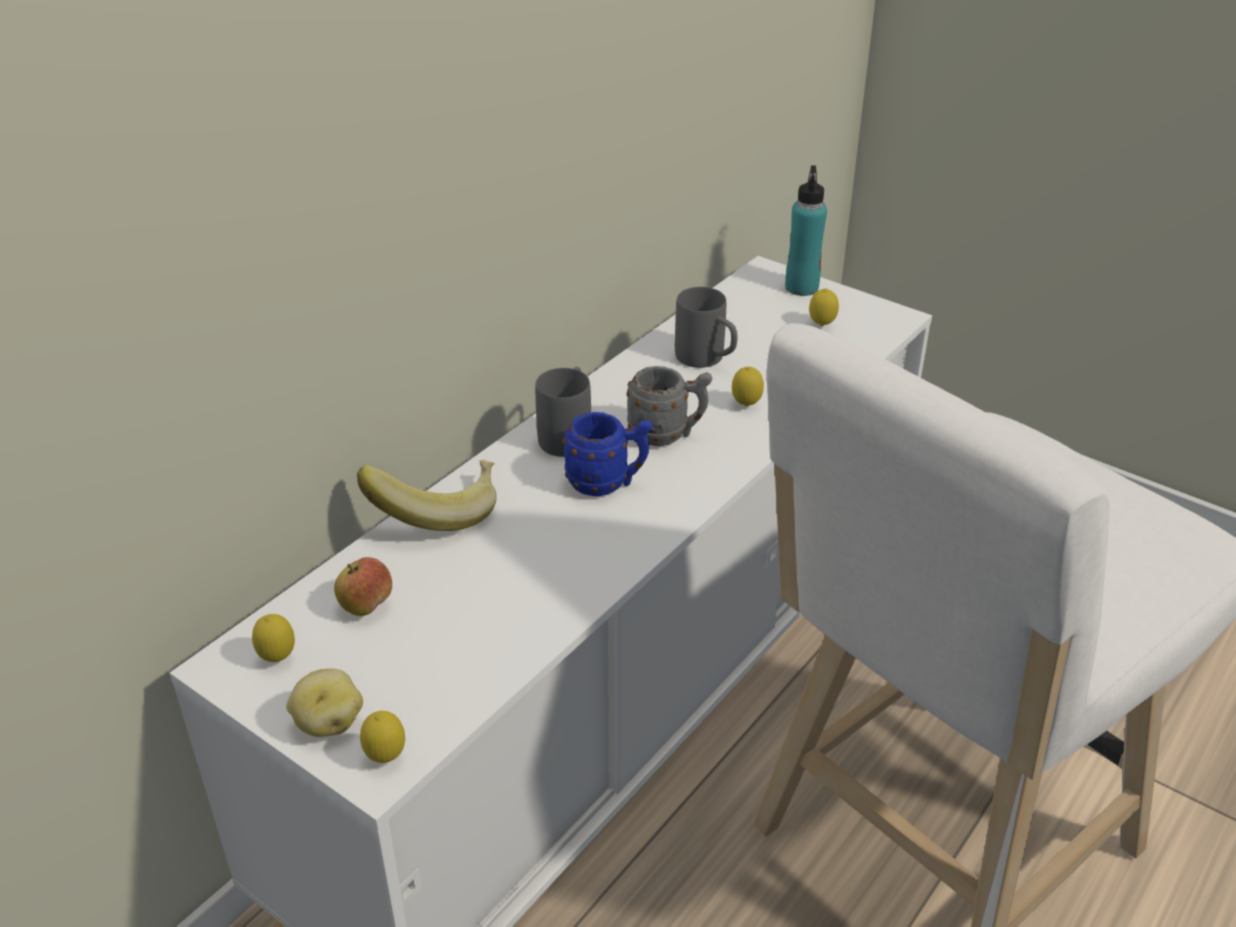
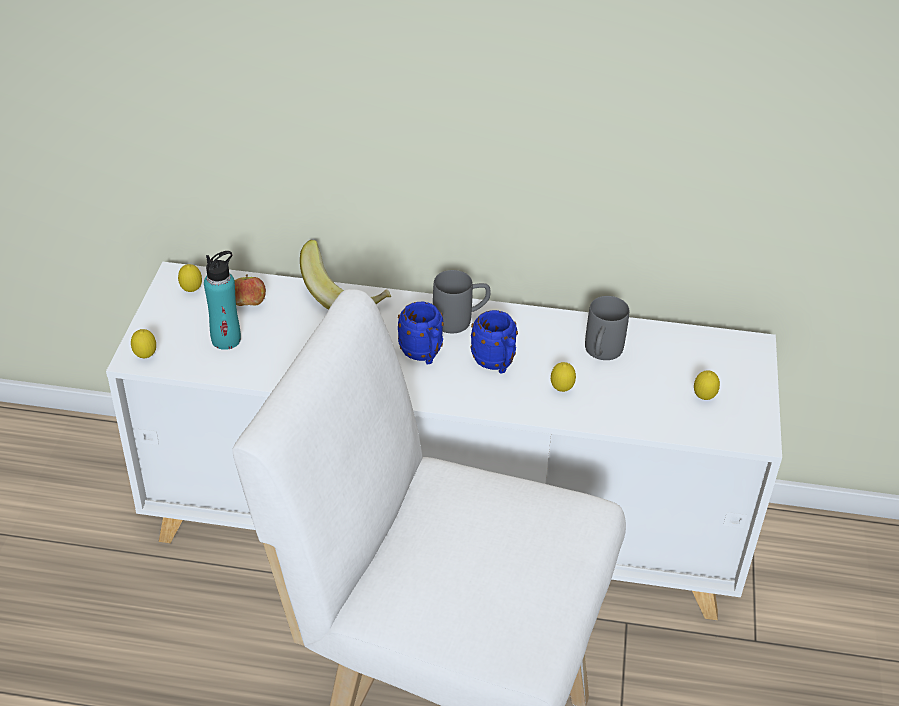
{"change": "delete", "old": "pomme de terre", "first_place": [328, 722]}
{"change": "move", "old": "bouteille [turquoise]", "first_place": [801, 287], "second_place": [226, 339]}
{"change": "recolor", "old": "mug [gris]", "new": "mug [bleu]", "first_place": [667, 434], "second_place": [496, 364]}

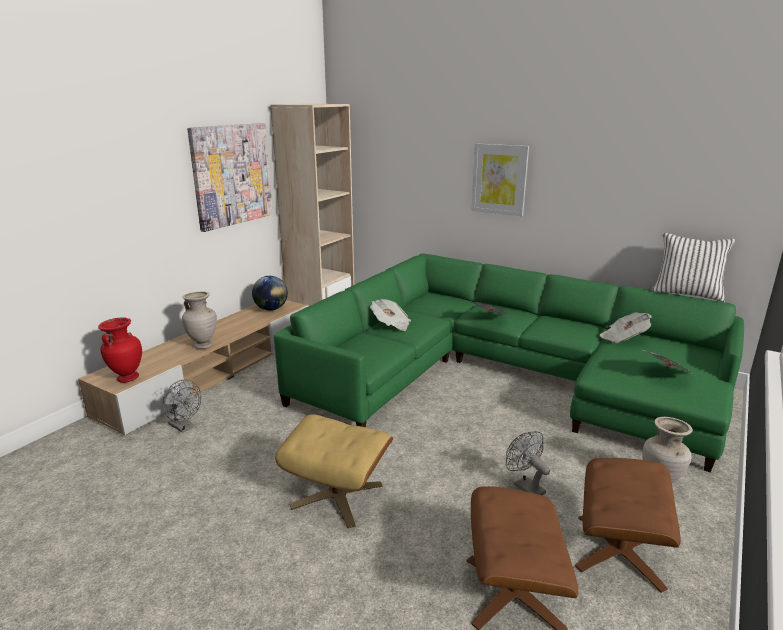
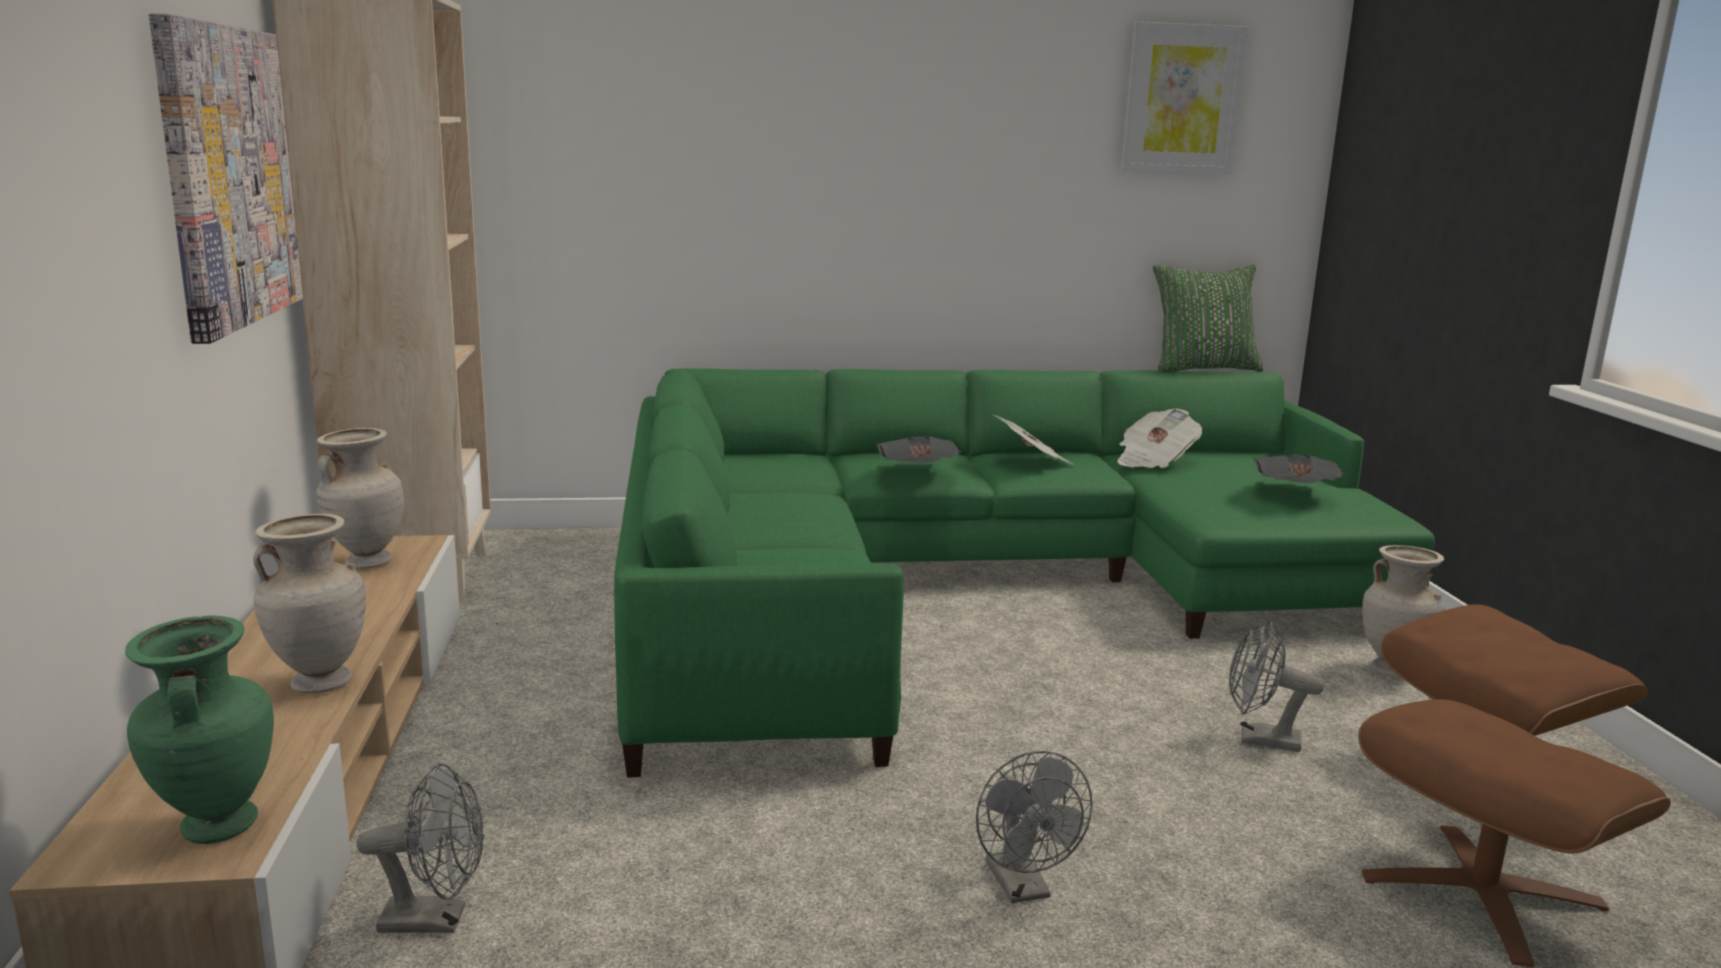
{"change": "move", "old": "journal", "first_place": [391, 324], "second_place": [1032, 462]}
{"change": "move", "old": "tableau", "first_place": [499, 179], "second_place": [1182, 99]}
{"change": "replace", "old": "globe", "new": "vase [beige]", "first_place": [271, 309], "second_place": [366, 563]}
{"change": "replace", "old": "pouf [beige]", "new": "ventilateur [gris]", "first_place": [337, 495], "second_place": [1023, 888]}
{"change": "recolor", "old": "vase [rouge]", "new": "vase [vert]", "first_place": [127, 378], "second_place": [216, 827]}
{"change": "recolor", "old": "coussin [blanc]", "new": "coussin [vert]", "first_place": [686, 293], "second_place": [1202, 368]}

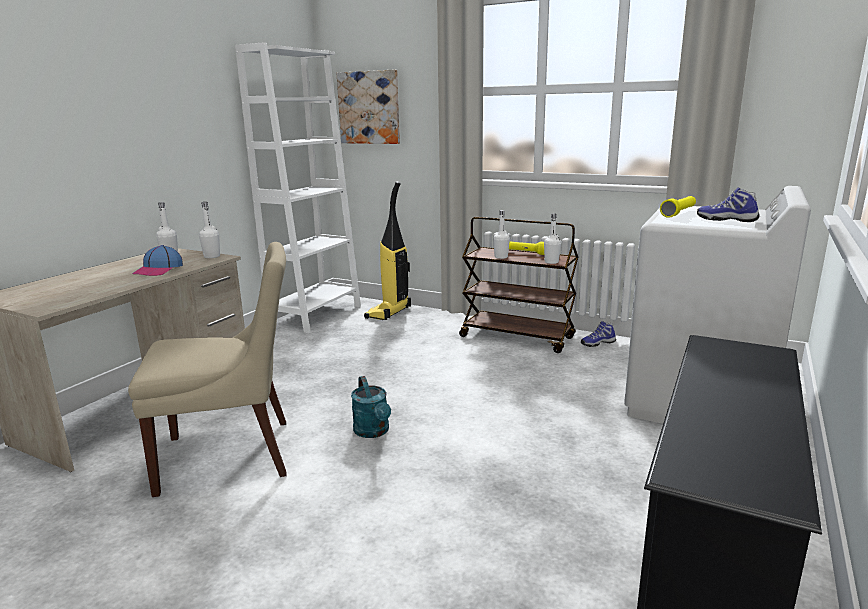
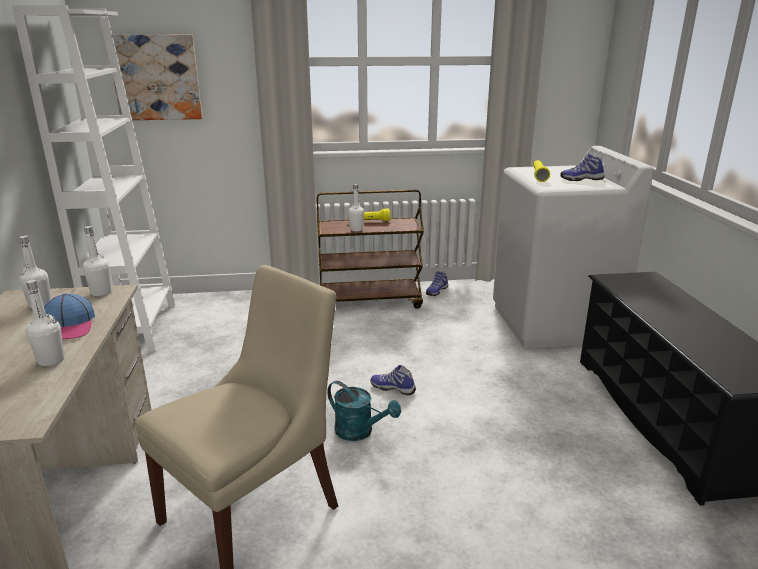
{"change": "delete", "old": "aspirateur", "first_place": [389, 313]}
{"change": "insert", "new": "chaussure", "second_place": [393, 388]}
{"change": "move", "old": "bouteille [blanc]", "first_place": [551, 262], "second_place": [51, 360]}

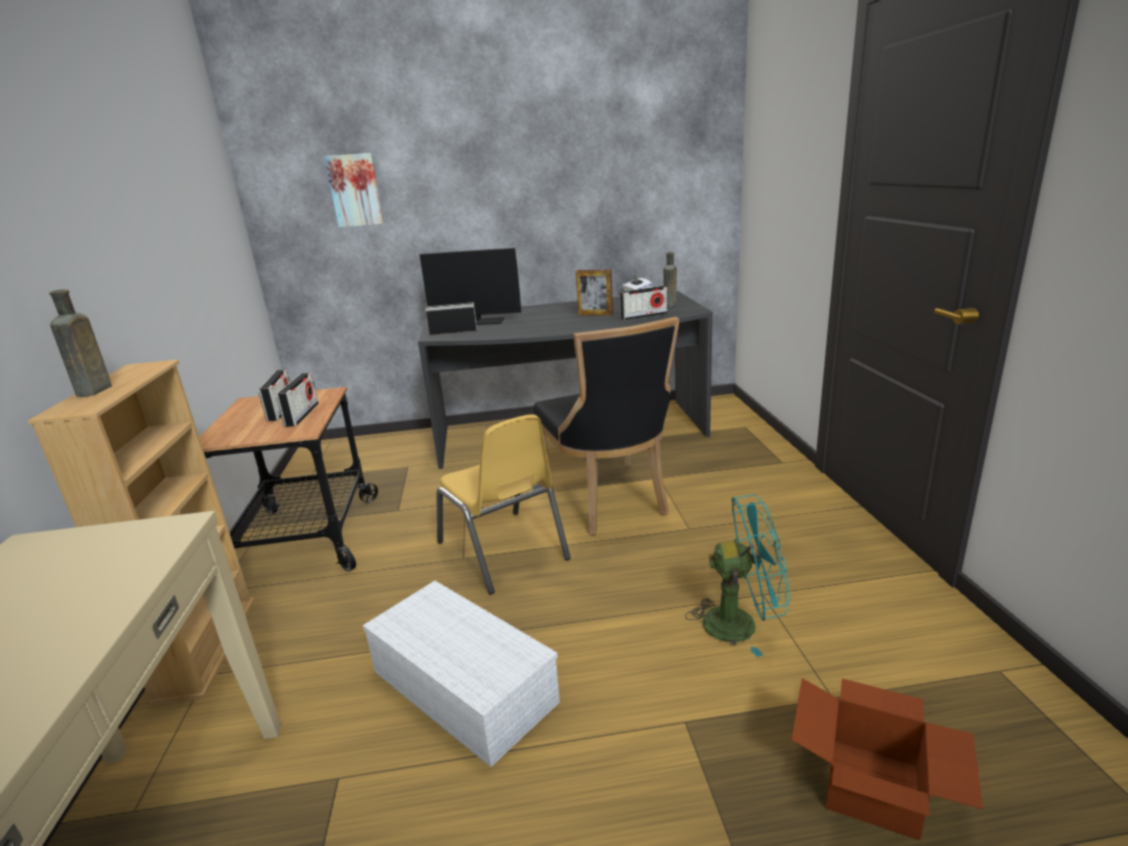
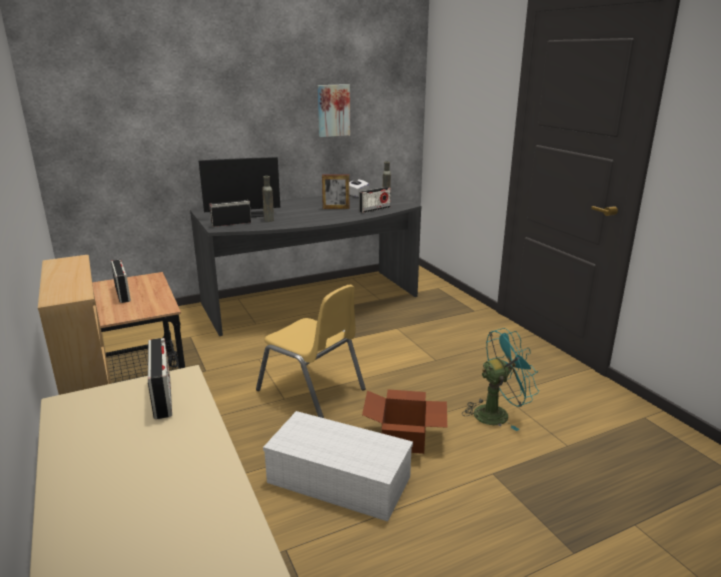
{"change": "delete", "old": "chaise [noir]", "first_place": [608, 501]}
{"change": "move", "old": "bouteille [marron]", "first_place": [93, 392], "second_place": [269, 219]}
{"change": "move", "old": "radio", "first_place": [302, 415], "second_place": [162, 396]}
{"change": "move", "old": "tableau", "first_place": [355, 190], "second_place": [333, 110]}
{"change": "move", "old": "carton", "first_place": [876, 790], "second_place": [405, 439]}

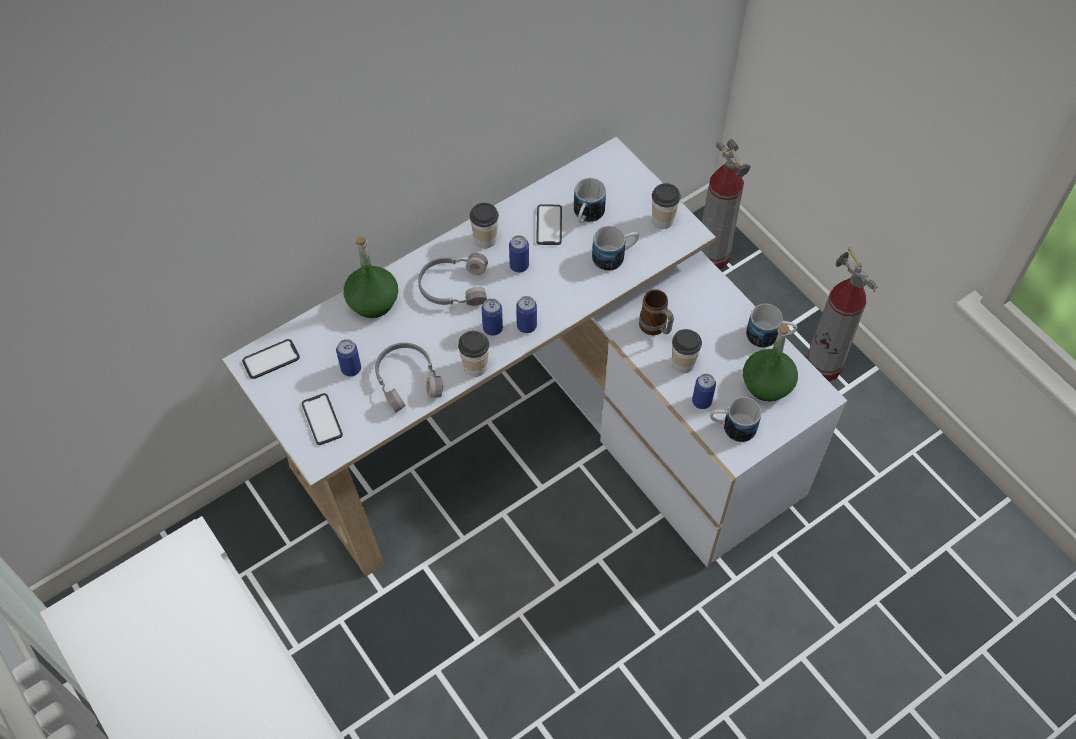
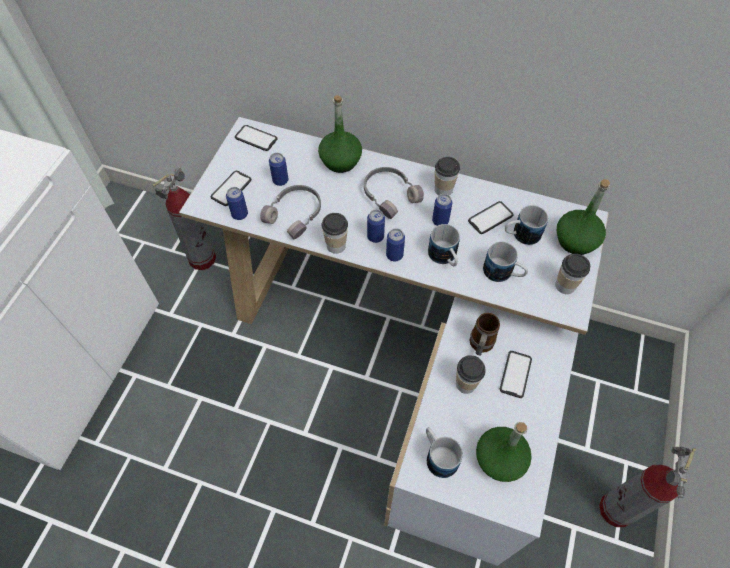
{"change": "insert", "new": "téléphone", "second_place": [515, 374]}
{"change": "insert", "new": "bouteille [vert]", "second_place": [576, 241]}
{"change": "move", "old": "boîte métallique", "first_place": [701, 401], "second_place": [240, 214]}
{"change": "move", "old": "extincteur", "first_place": [712, 256], "second_place": [202, 258]}
{"change": "move", "old": "mug", "first_place": [769, 336], "second_place": [444, 258]}

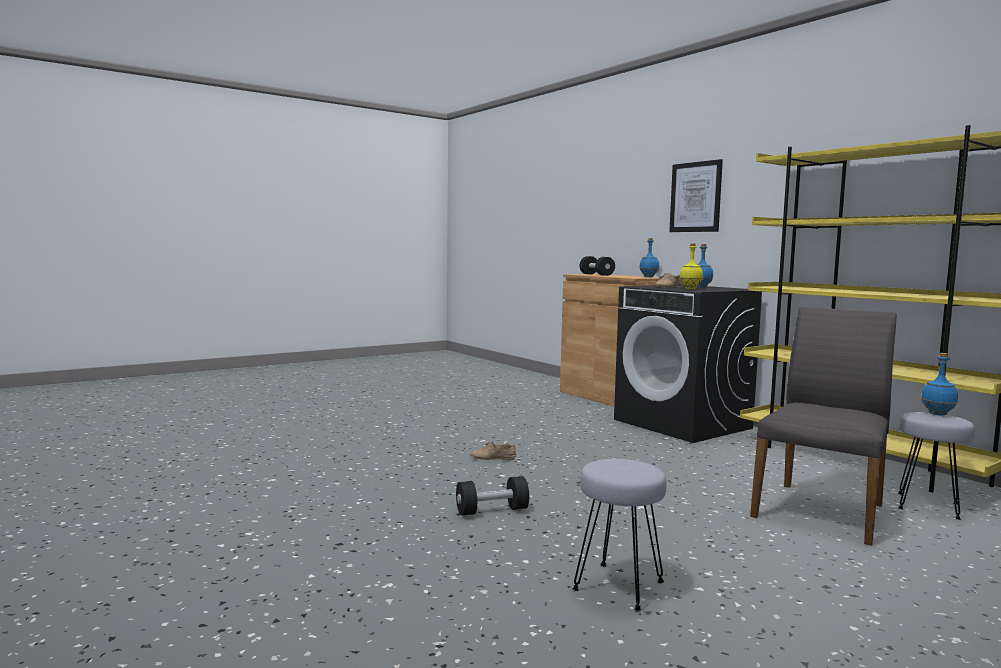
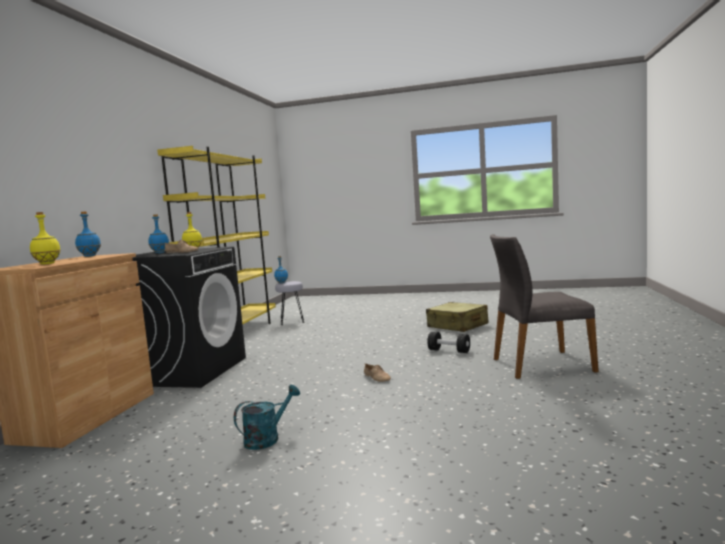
{"change": "delete", "old": "tableau", "first_place": [695, 197]}
{"change": "insert", "new": "arrosoir [turquoise]", "second_place": [267, 438]}
{"change": "move", "old": "chaise [gris]", "first_place": [821, 510], "second_place": [540, 364]}
{"change": "replace", "old": "tabouret [gris]", "new": "valise [beige]", "first_place": [618, 586], "second_place": [457, 326]}
{"change": "replace", "old": "haltère [noir]", "new": "bouteille [jaune]", "first_place": [596, 274], "second_place": [47, 263]}

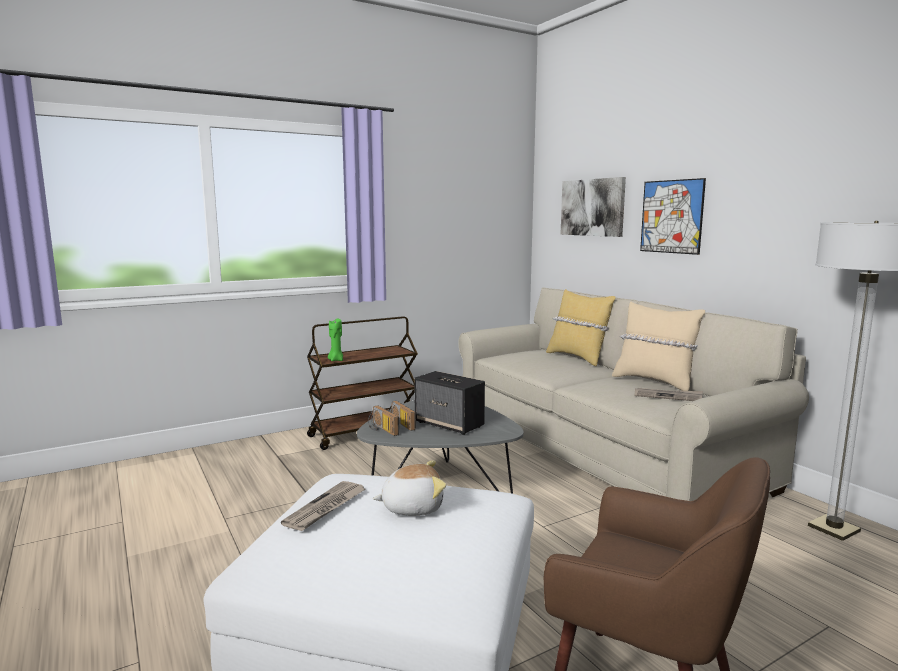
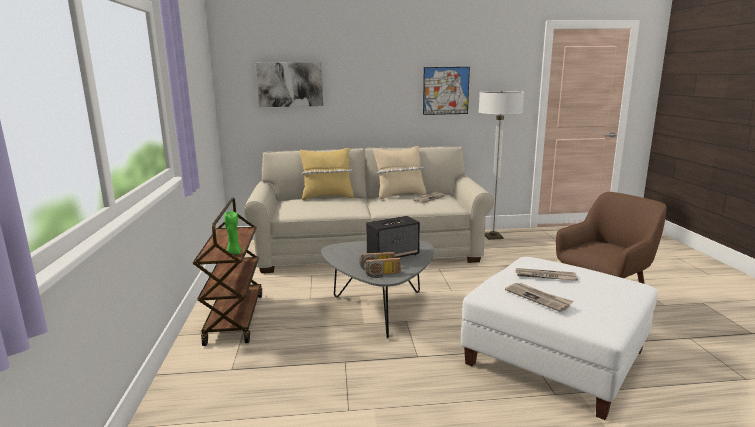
{"change": "move", "old": "tableau", "first_place": [671, 216], "second_place": [446, 90]}
{"change": "replace", "old": "peluche", "new": "journal", "first_place": [412, 507], "second_place": [545, 276]}

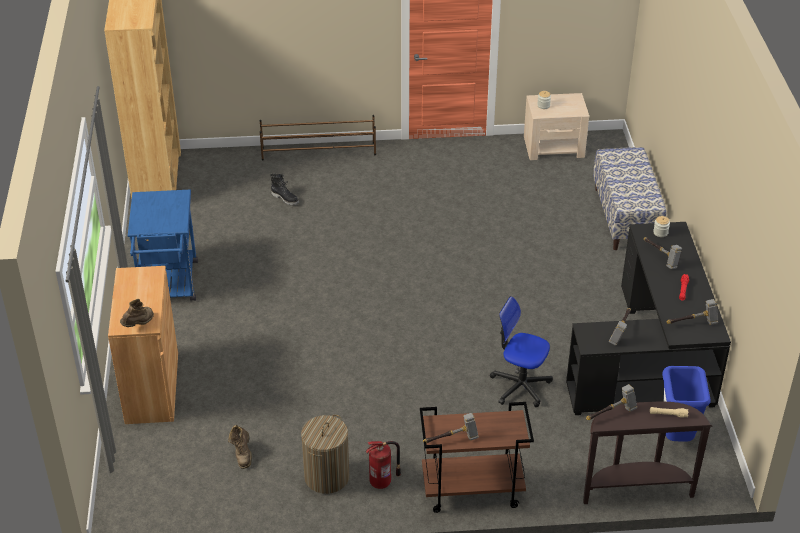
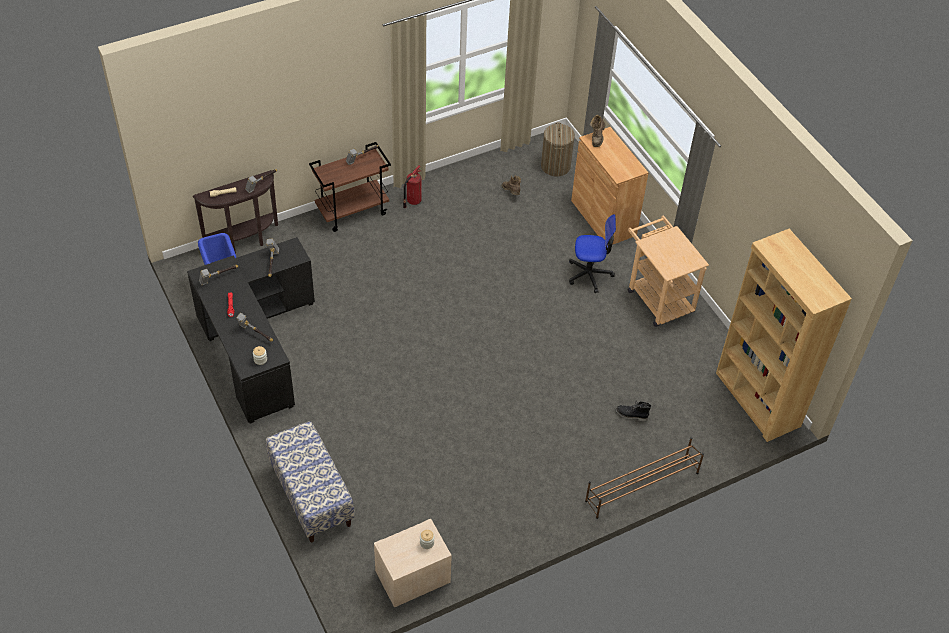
{"change": "move", "old": "panier à linge", "first_place": [326, 477], "second_place": [555, 166]}
{"change": "move", "old": "chaise de bureau", "first_place": [520, 386], "second_place": [589, 274]}
{"change": "recolor", "old": "chariot [bleu]", "new": "chariot [beige]", "first_place": [169, 287], "second_place": [657, 297]}

